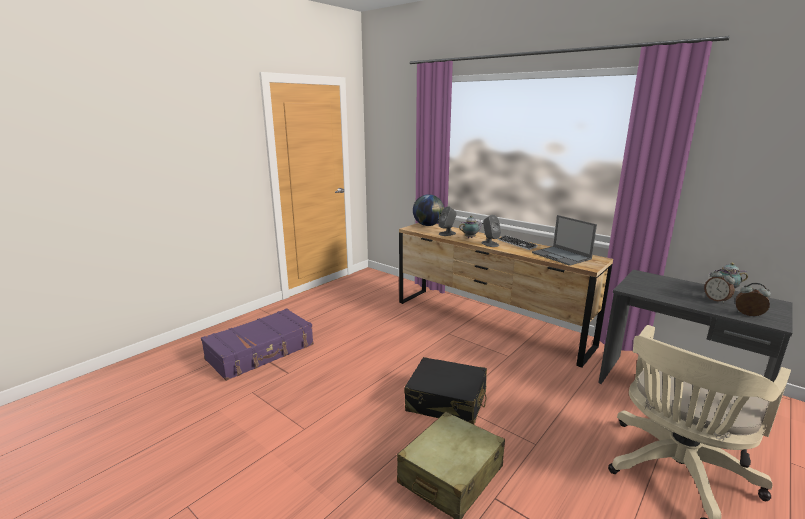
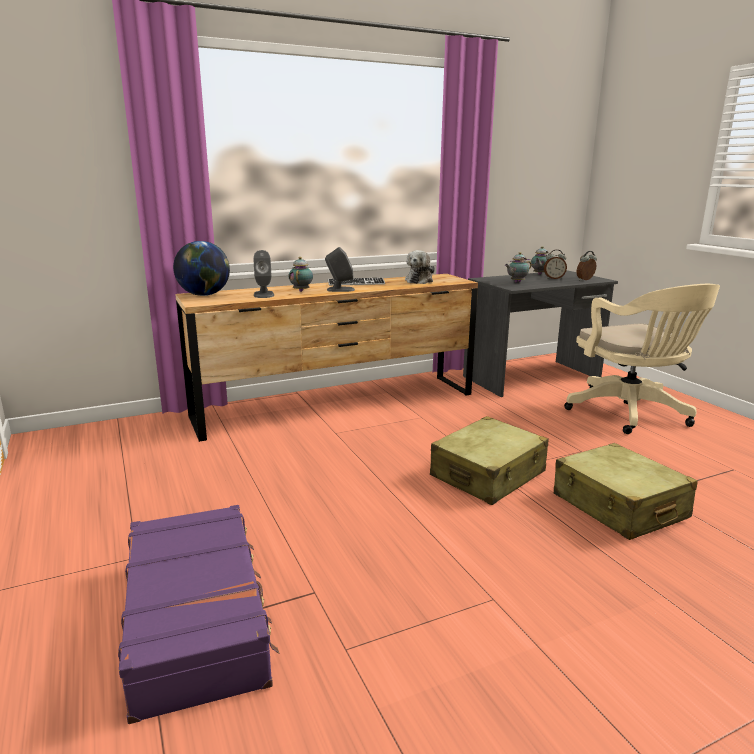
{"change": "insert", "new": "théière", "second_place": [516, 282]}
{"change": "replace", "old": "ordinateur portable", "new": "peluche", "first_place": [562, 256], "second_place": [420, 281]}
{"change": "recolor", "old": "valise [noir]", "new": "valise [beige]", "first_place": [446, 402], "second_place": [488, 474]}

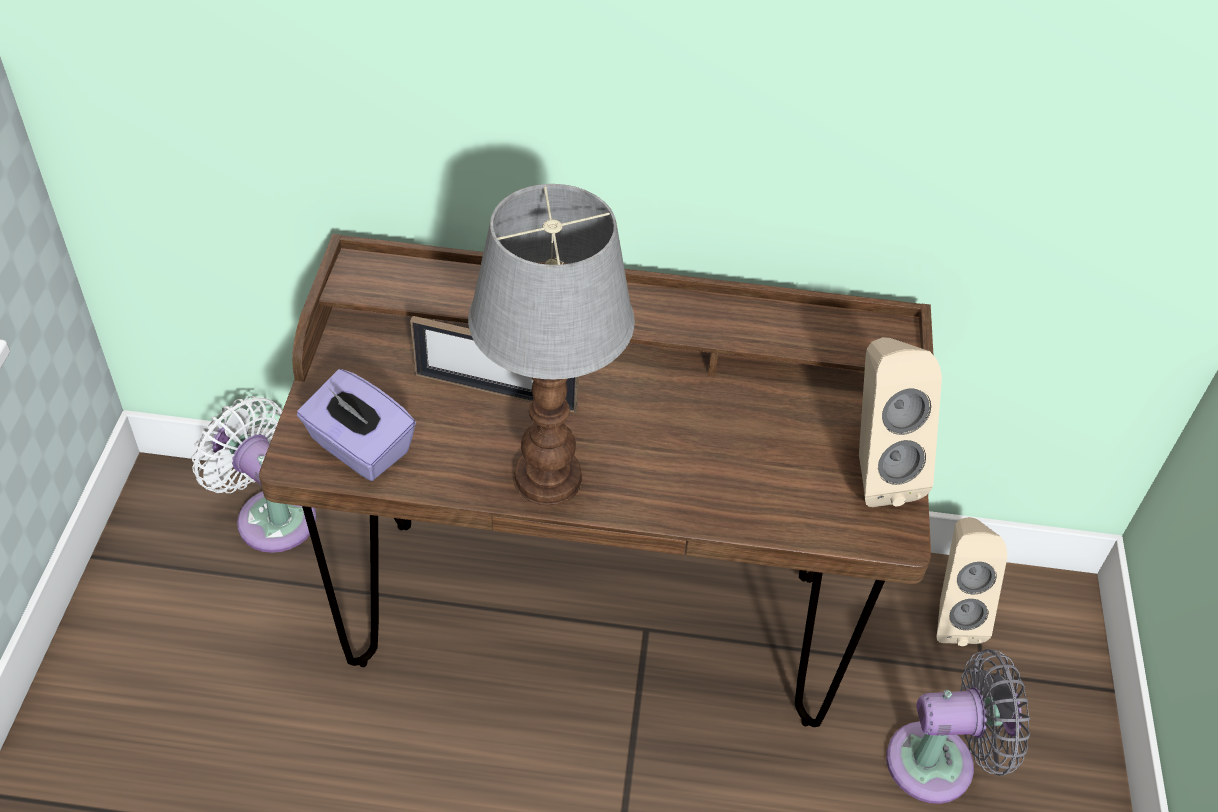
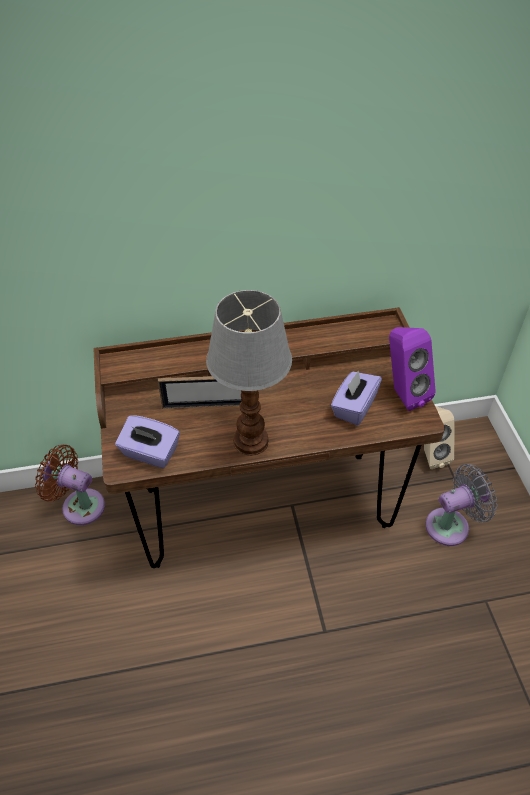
{"change": "insert", "new": "boîte à mouchoirs [violet]", "second_place": [353, 407]}
{"change": "recolor", "old": "ventilateur [blanc]", "new": "ventilateur [marron]", "first_place": [271, 515], "second_place": [79, 505]}
{"change": "recolor", "old": "enceinte [beige]", "new": "enceinte [violet]", "first_place": [874, 471], "second_place": [402, 393]}

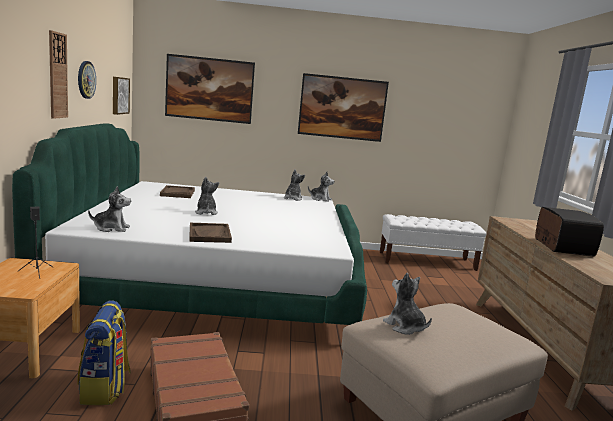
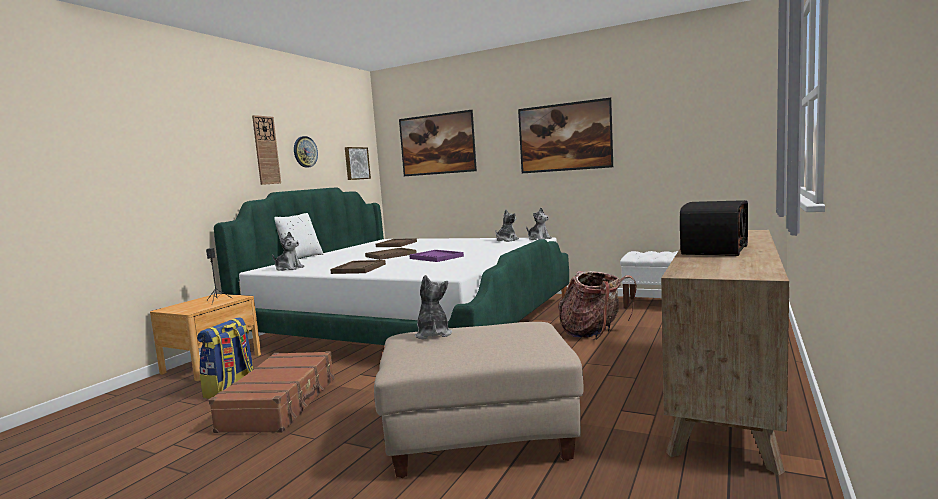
{"change": "insert", "new": "coussin [blanc]", "second_place": [300, 258]}
{"change": "insert", "new": "plateau [violet]", "second_place": [436, 257]}
{"change": "insert", "new": "sac à dos", "second_place": [594, 333]}
{"change": "replace", "old": "peluche", "new": "plateau [marron]", "first_place": [206, 212], "second_place": [390, 255]}

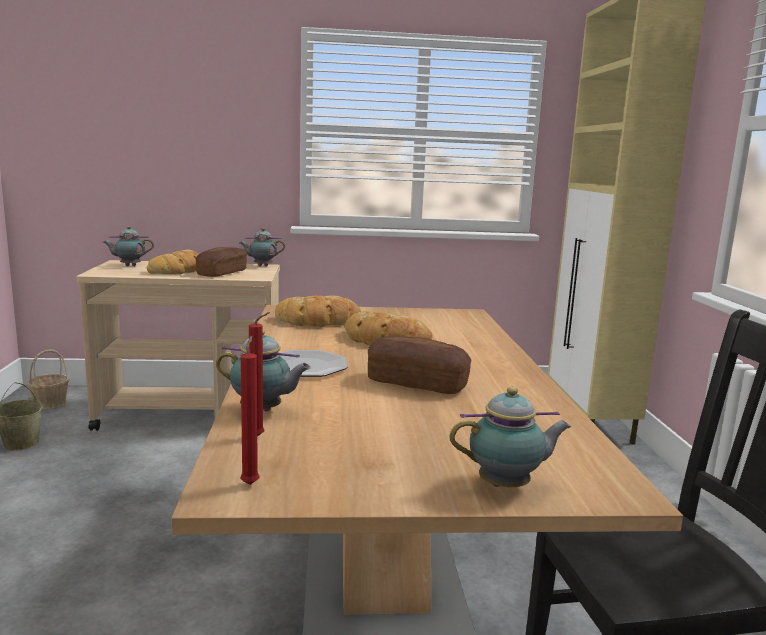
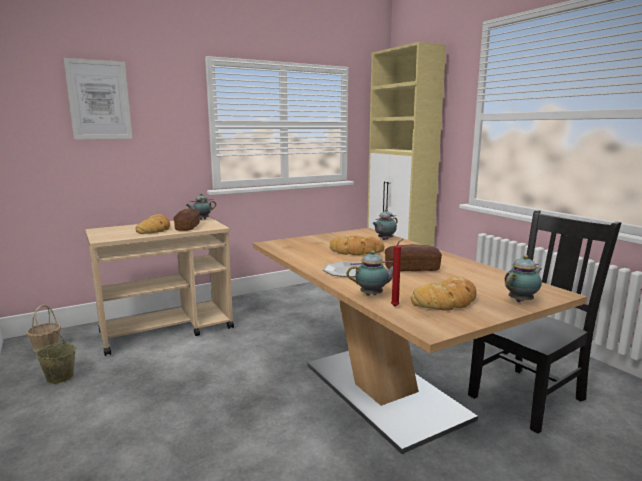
{"change": "delete", "old": "bougie [rouge]", "first_place": [251, 483]}
{"change": "insert", "new": "tableau", "second_place": [99, 100]}
{"change": "move", "old": "théière", "first_place": [129, 266], "second_place": [384, 239]}
{"change": "move", "old": "pain", "first_place": [318, 321], "second_place": [447, 301]}

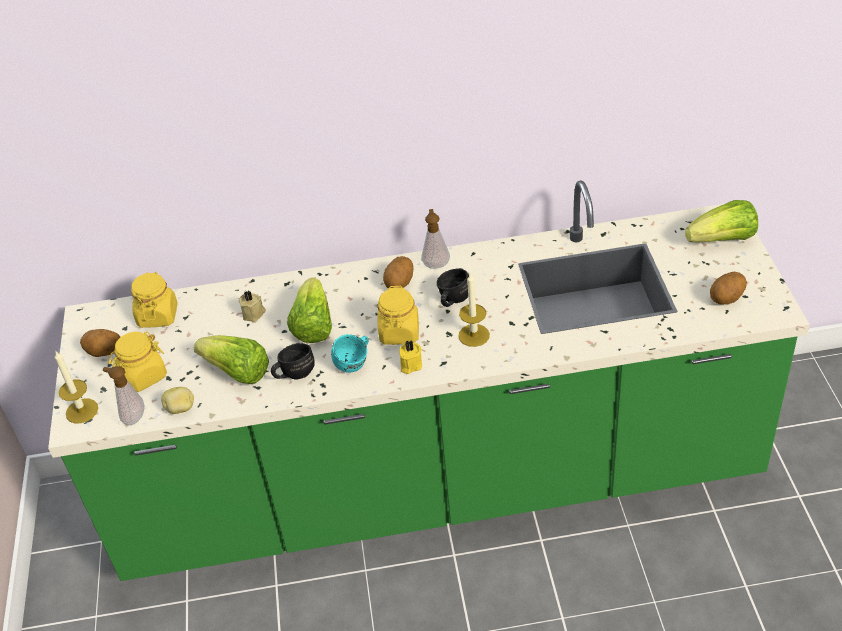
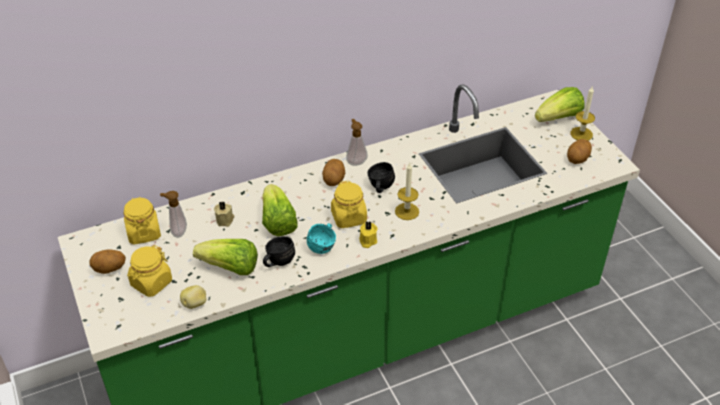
{"change": "move", "old": "bougie", "first_place": [82, 411], "second_place": [581, 134]}
{"change": "move", "old": "distributeur de savon", "first_place": [132, 417], "second_place": [177, 232]}

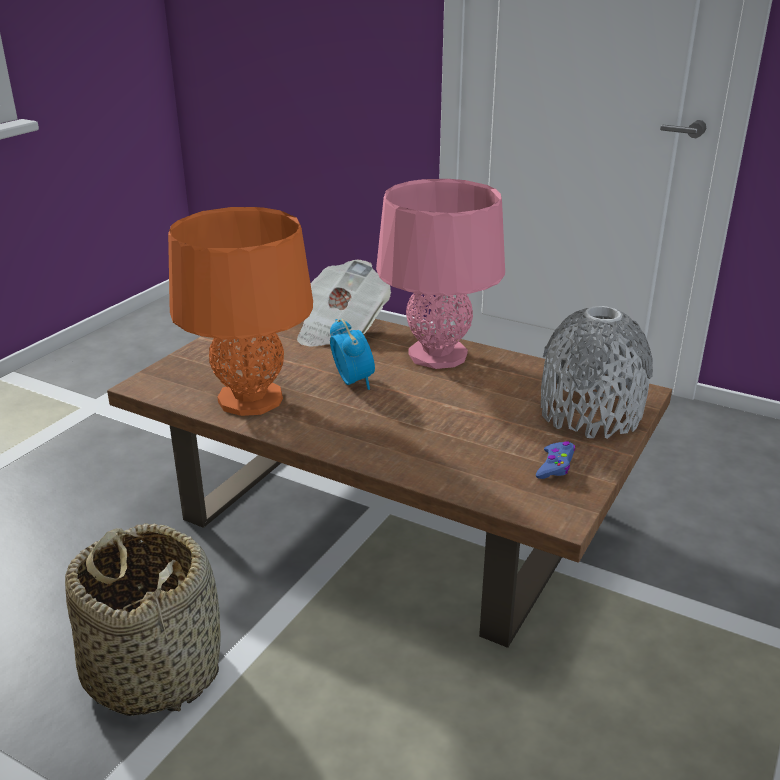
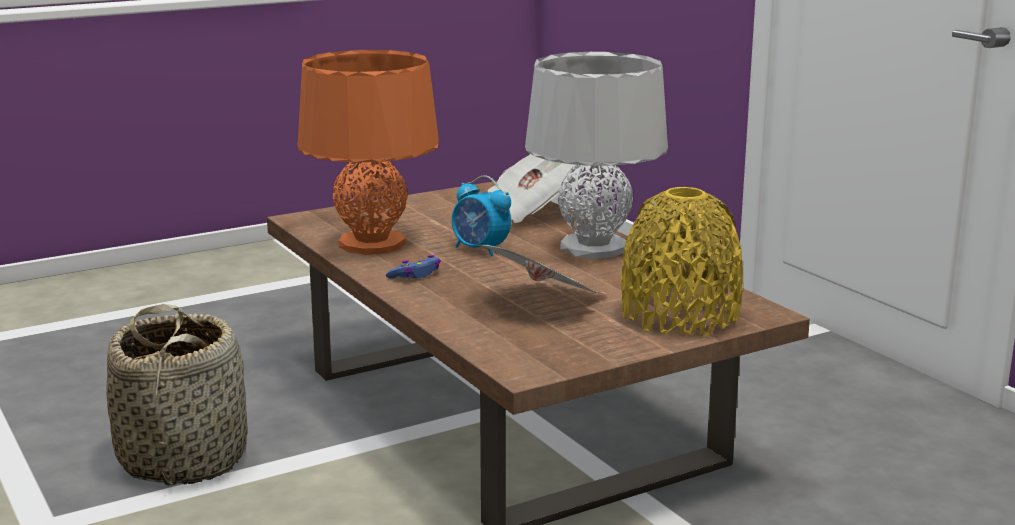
{"change": "insert", "new": "journal", "second_place": [542, 304]}
{"change": "move", "old": "manette [bleu]", "first_place": [555, 466], "second_place": [415, 275]}
{"change": "recolor", "old": "lampe de table [rose]", "new": "lampe de table [gris]", "first_place": [438, 355], "second_place": [594, 247]}
{"change": "recolor", "old": "vase [gris]", "new": "vase [jaune]", "first_place": [590, 414], "second_place": [679, 316]}
{"change": "rotate", "old": "réveil", "first_place": [352, 381], "second_place": [480, 249], "degrees": 120}

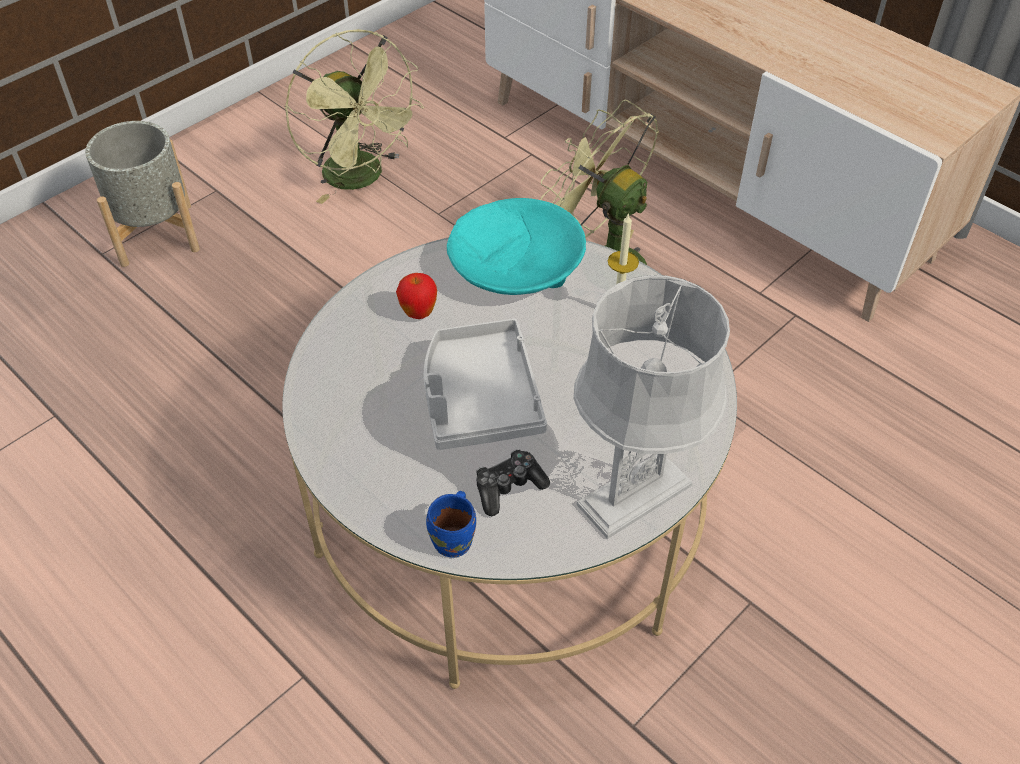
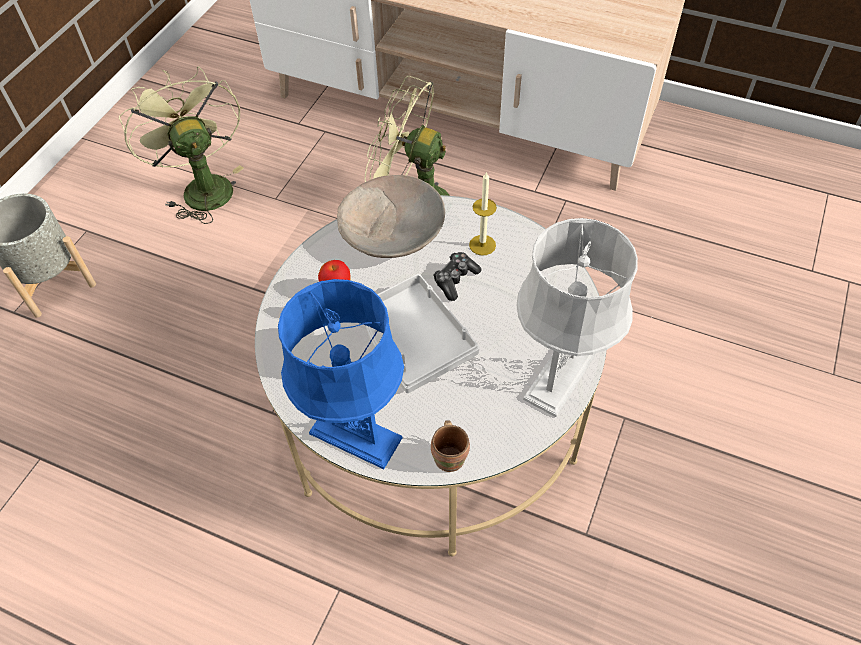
{"change": "insert", "new": "lampe de table [bleu]", "second_place": [354, 436]}
{"change": "move", "old": "manette", "first_place": [508, 487], "second_place": [455, 279]}
{"change": "recolor", "old": "mug [bleu]", "new": "mug [marron]", "first_place": [456, 540], "second_place": [451, 457]}
{"change": "recolor", "old": "bol [turquoise]", "new": "bol [beige]", "first_place": [517, 269], "second_place": [393, 233]}
{"change": "rotate", "old": "ventilateur [vert]", "first_place": [362, 178], "second_place": [202, 187], "degrees": -150}

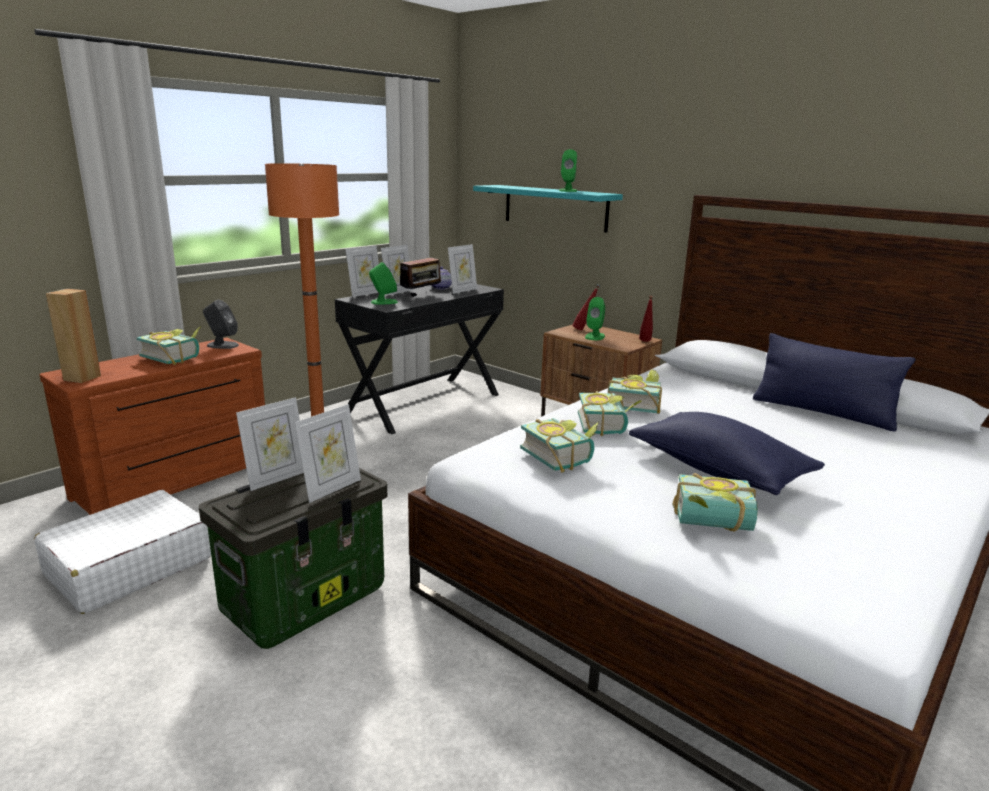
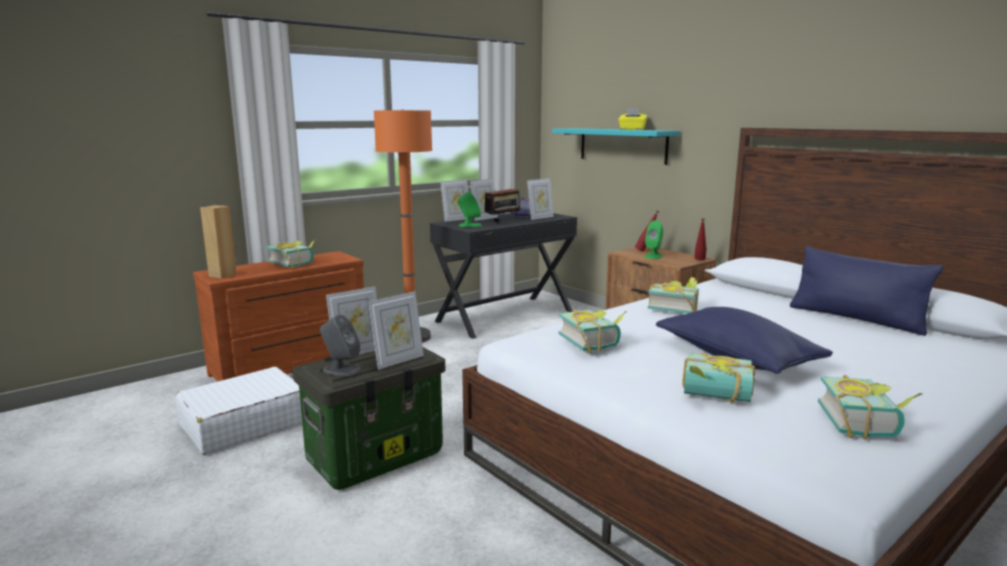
{"change": "move", "old": "enceinte [gris]", "first_place": [222, 345], "second_place": [341, 370]}
{"change": "move", "old": "livre", "first_place": [607, 426], "second_place": [865, 424]}
{"change": "replace", "old": "enceinte [vert]", "new": "boîte à mouchoirs [jaune]", "first_place": [568, 190], "second_place": [632, 129]}

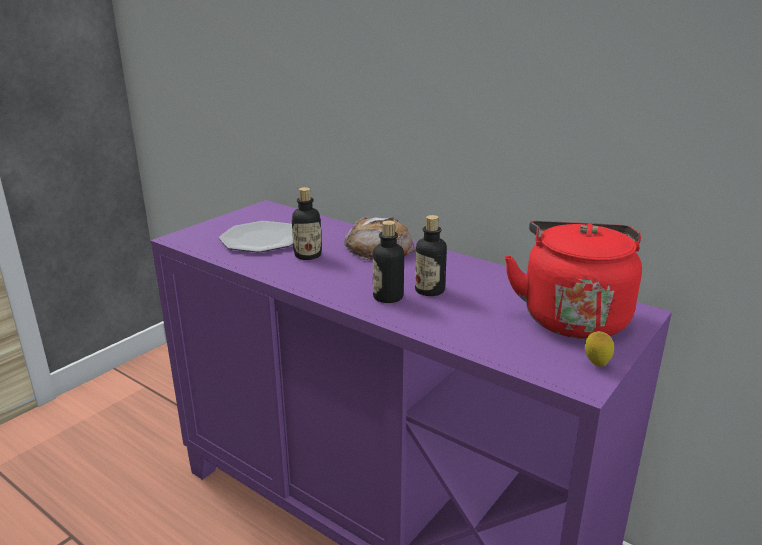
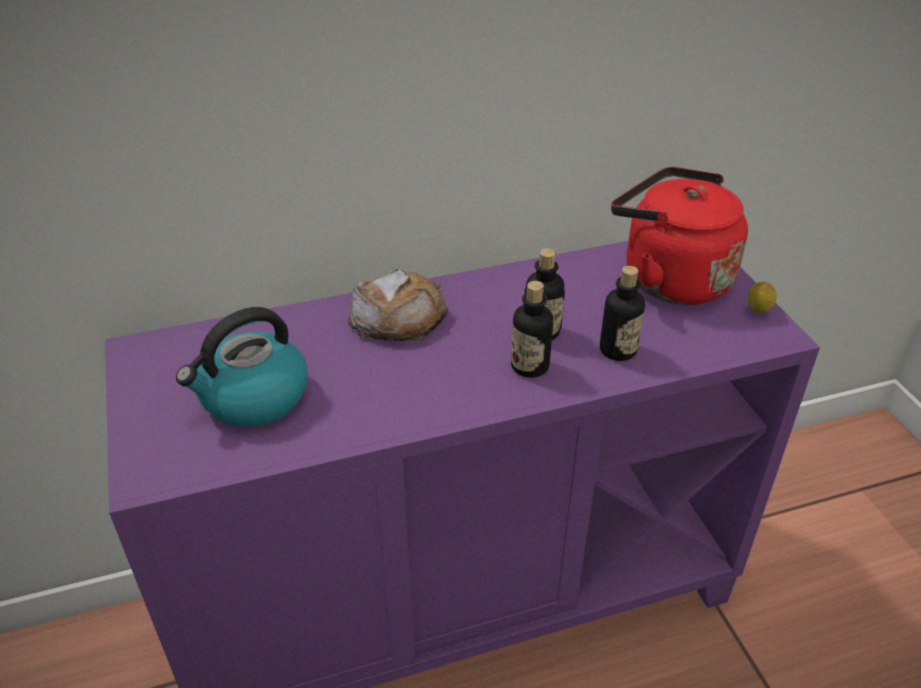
{"change": "move", "old": "bouteille", "first_place": [308, 255], "second_place": [618, 350]}
{"change": "replace", "old": "assiette", "new": "bouilloire", "first_place": [261, 239], "second_place": [253, 398]}

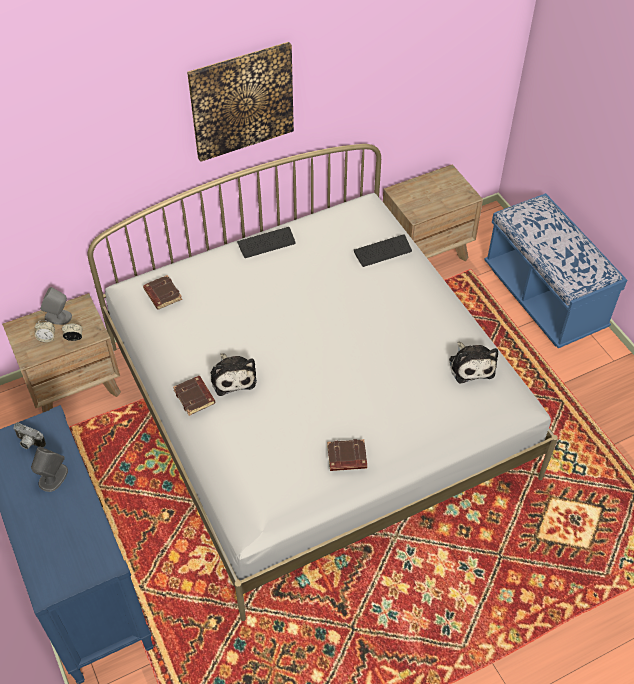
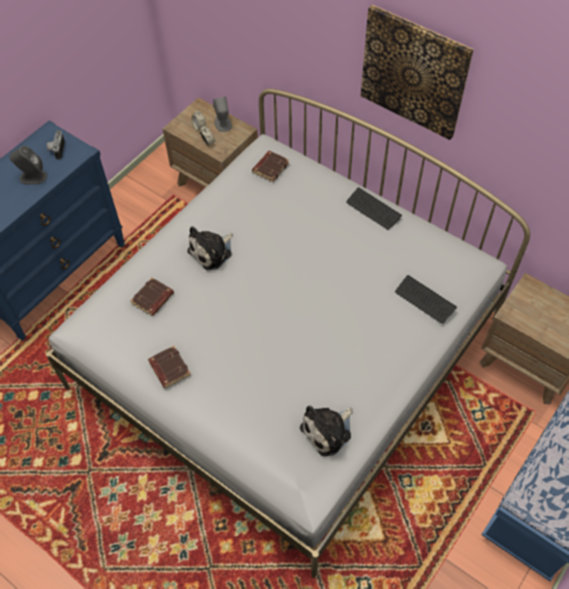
{"change": "move", "old": "livre [marron]", "first_place": [195, 397], "second_place": [153, 299]}

